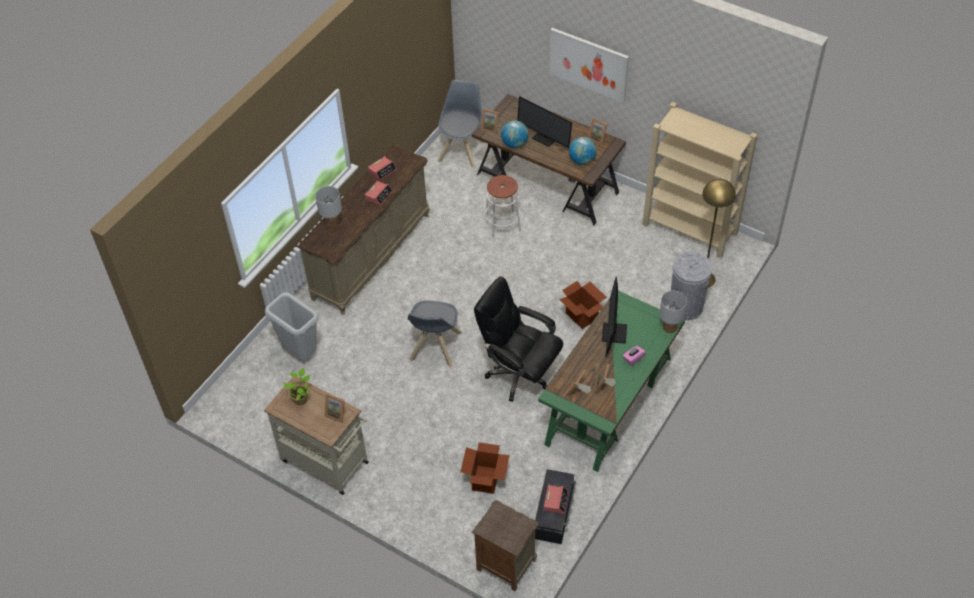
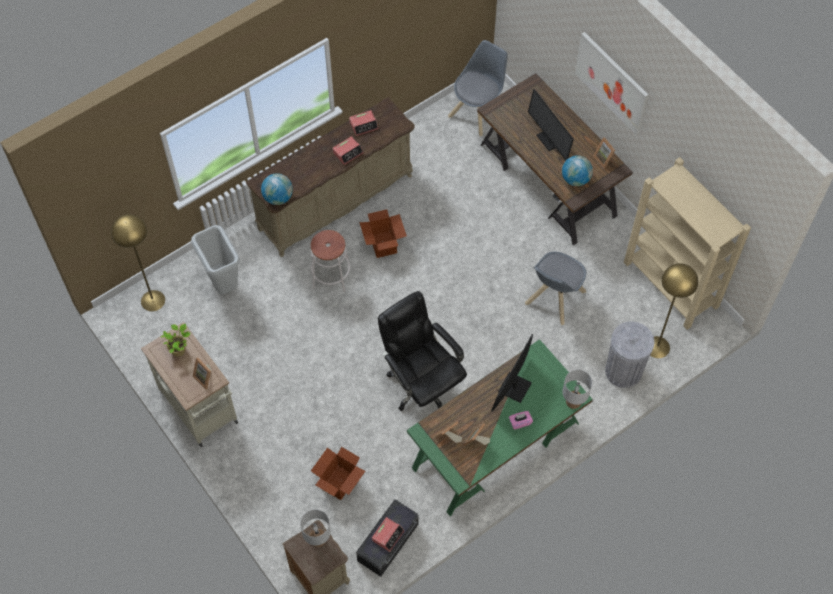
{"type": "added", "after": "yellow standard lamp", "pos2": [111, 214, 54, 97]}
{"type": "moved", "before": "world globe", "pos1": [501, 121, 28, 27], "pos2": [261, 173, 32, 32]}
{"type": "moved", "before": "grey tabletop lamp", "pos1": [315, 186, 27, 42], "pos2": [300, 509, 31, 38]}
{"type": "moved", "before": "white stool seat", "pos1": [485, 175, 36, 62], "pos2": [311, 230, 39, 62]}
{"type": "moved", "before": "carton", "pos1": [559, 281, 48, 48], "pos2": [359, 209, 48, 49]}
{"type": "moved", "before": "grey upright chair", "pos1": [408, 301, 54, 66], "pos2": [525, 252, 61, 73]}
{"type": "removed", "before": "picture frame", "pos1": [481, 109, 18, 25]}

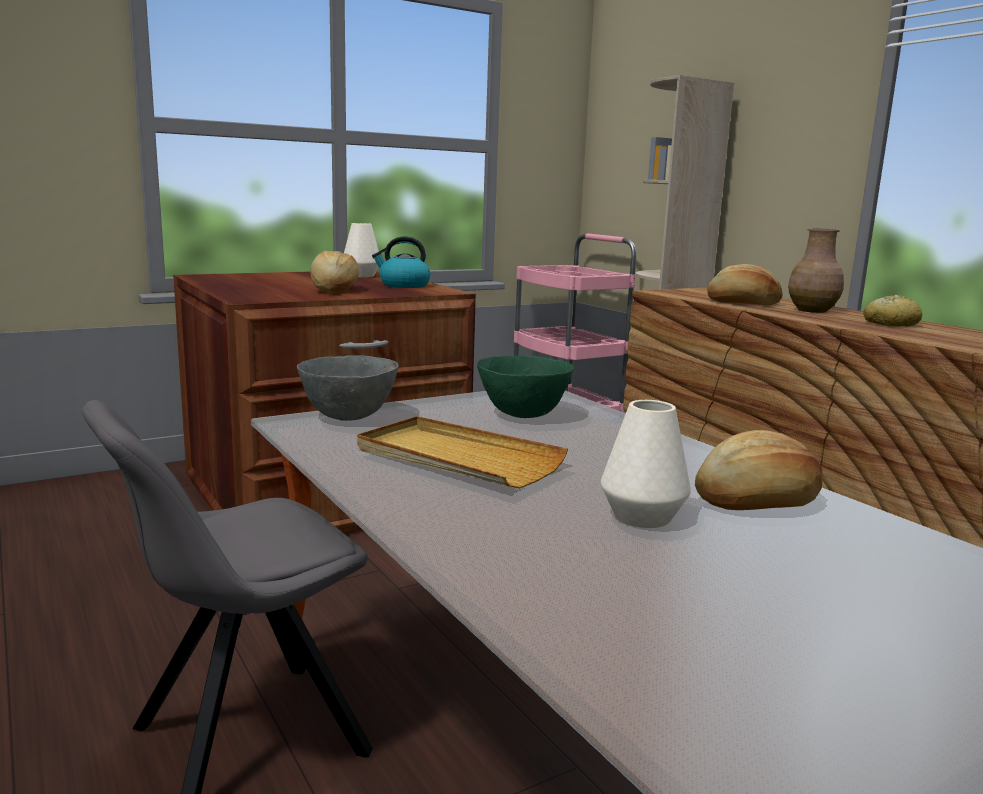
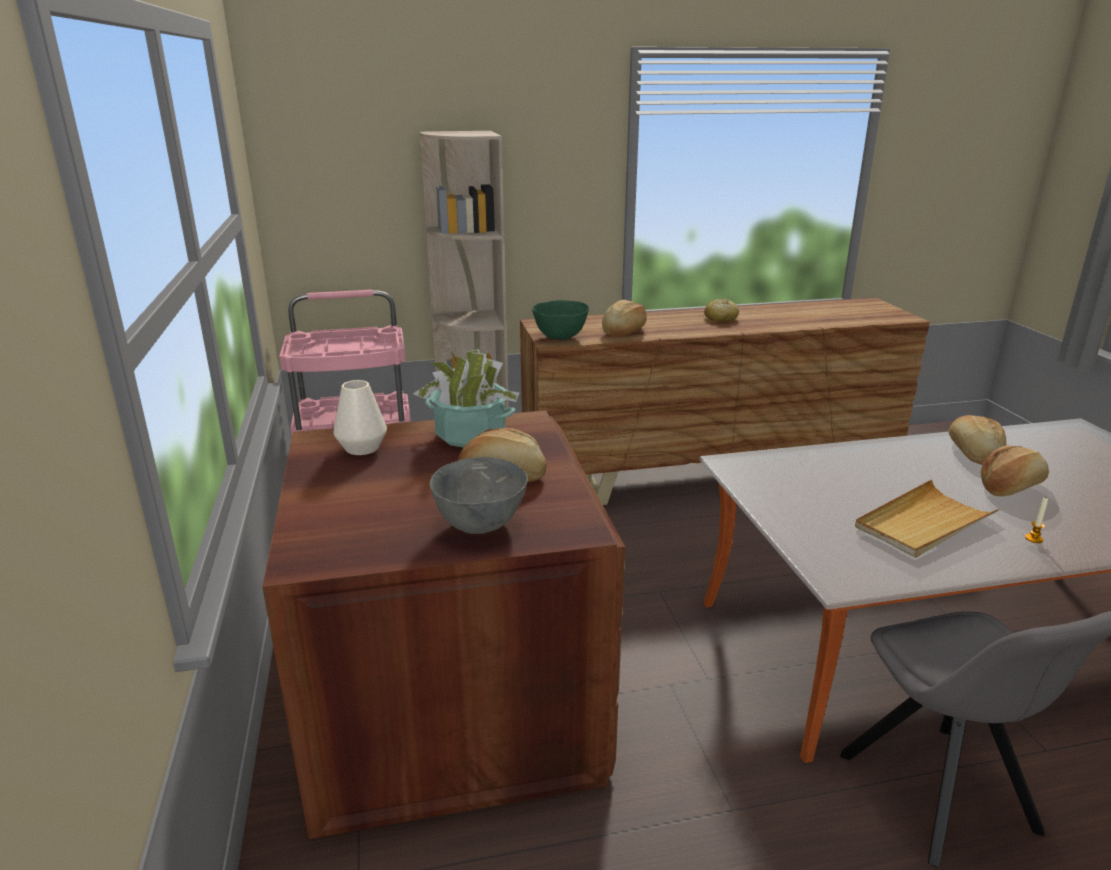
{"type": "replaced", "before": "tea kettle", "after": "plant in a pot", "pos1": [372, 236, 59, 52], "pos2": [413, 349, 107, 98]}
{"type": "moved", "before": "grey deep dish", "pos1": [297, 355, 102, 66], "pos2": [430, 457, 98, 77]}
{"type": "moved", "before": "green deep dish", "pos1": [477, 355, 97, 63], "pos2": [532, 300, 57, 40]}
{"type": "replaced", "before": "white flower vase", "after": "bread", "pos1": [601, 400, 90, 128], "pos2": [981, 446, 68, 50]}
{"type": "added", "after": "candle", "pos2": [1025, 498, 23, 45]}
{"type": "removed", "before": "brownish flower vase", "pos1": [788, 228, 56, 85]}

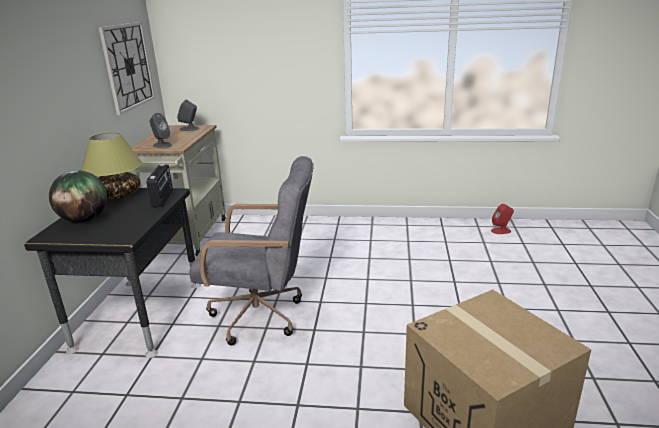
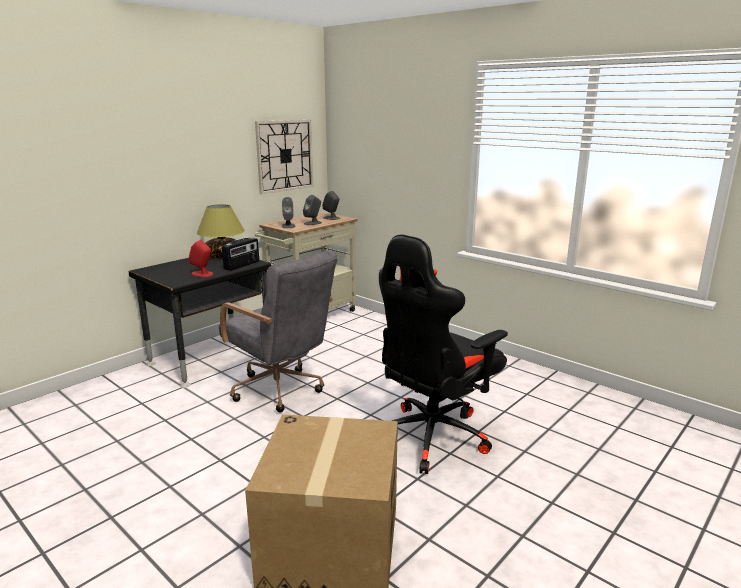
{"type": "moved", "before": "red-coloured loudspeaker", "pos1": [491, 204, 23, 30], "pos2": [188, 240, 26, 37]}
{"type": "added", "after": "grey loudspeaker", "pos2": [303, 195, 19, 30]}
{"type": "added", "after": "blackish desk chair", "pos2": [379, 235, 129, 239]}
{"type": "removed", "before": "world globe", "pos1": [49, 170, 58, 53]}

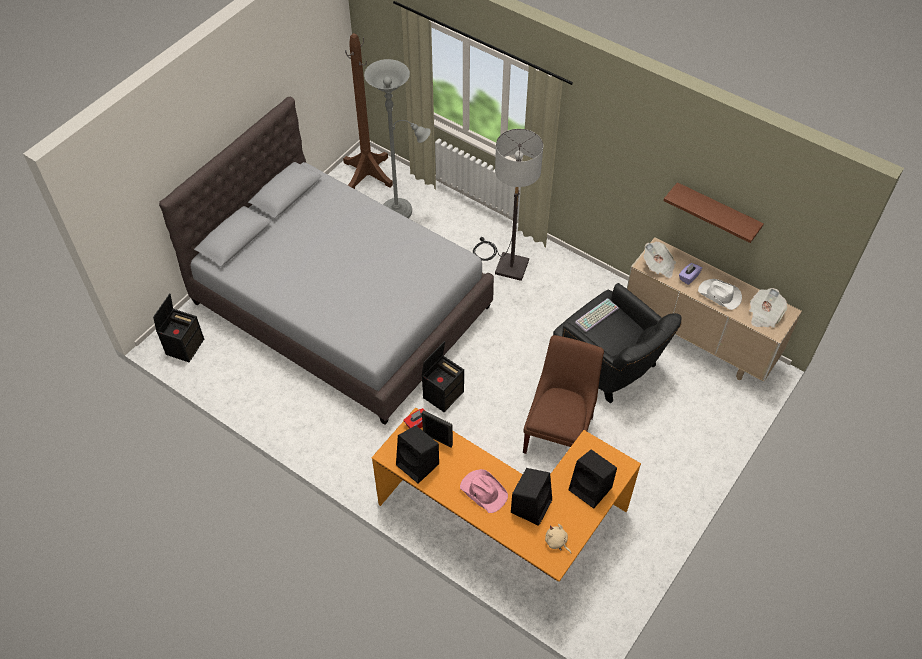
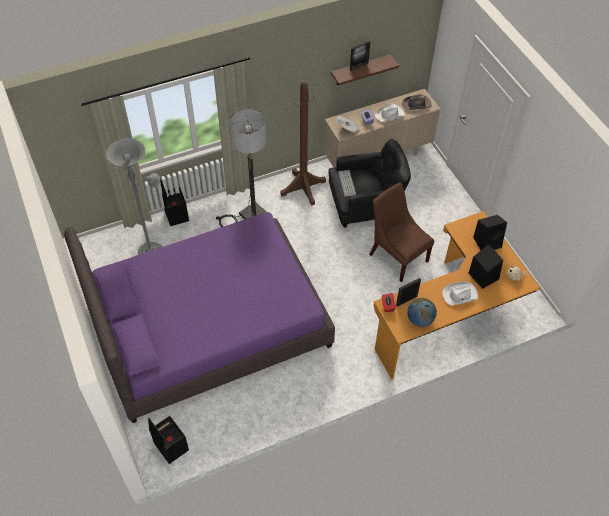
{"type": "recoloured", "before": "grey bed", "after": "purple-coloured bed", "pos1": [159, 97, 335, 328], "pos2": [64, 212, 271, 211]}
{"type": "moved", "before": "blackish storage box", "pos1": [422, 341, 42, 71], "pos2": [160, 178, 29, 48]}
{"type": "moved", "before": "brownish garment rack", "pos1": [343, 33, 50, 156], "pos2": [280, 82, 46, 124]}
{"type": "added", "after": "picture frame", "pos2": [350, 41, 20, 30]}
{"type": "replaced", "before": "newspaper", "after": "brownish clothing hat", "pos1": [749, 288, 38, 40], "pos2": [402, 94, 29, 16]}
{"type": "replaced", "before": "blackish loudspeaker", "after": "world globe", "pos1": [396, 425, 43, 59], "pos2": [407, 298, 30, 29]}
{"type": "recoloured", "before": "pink-coloured clothing hat", "after": "white clothing hat", "pos1": [460, 469, 48, 44], "pos2": [442, 282, 36, 23]}

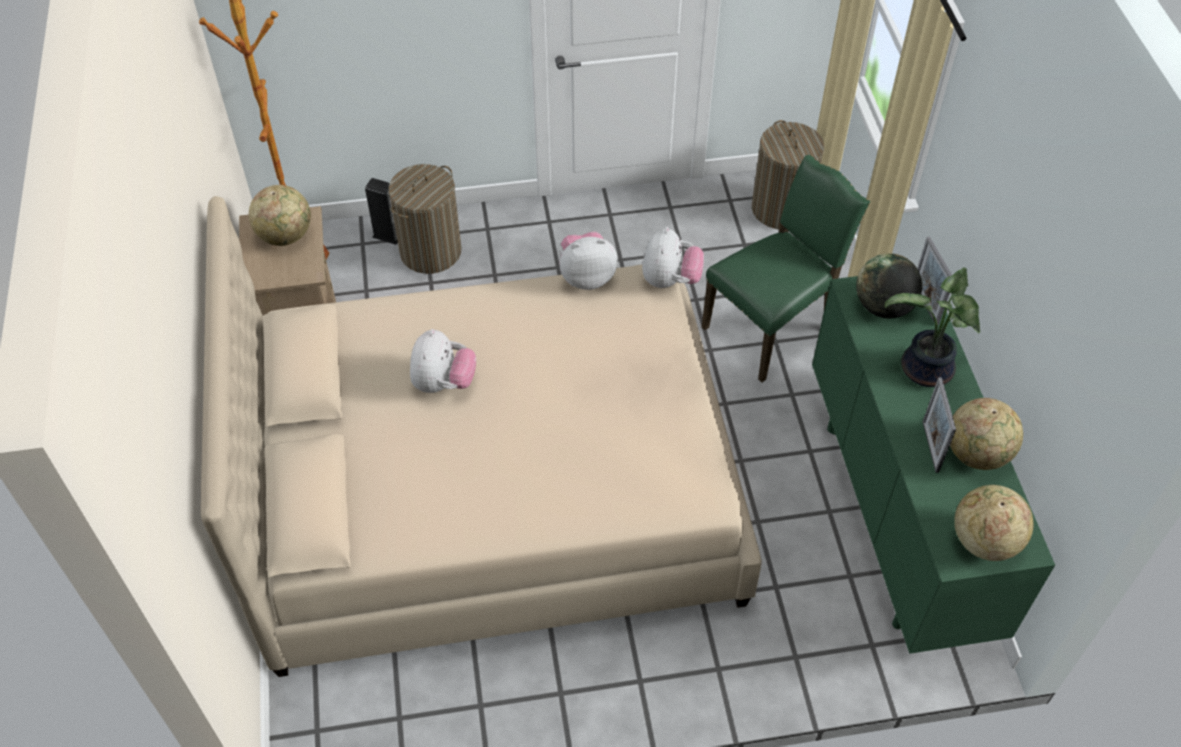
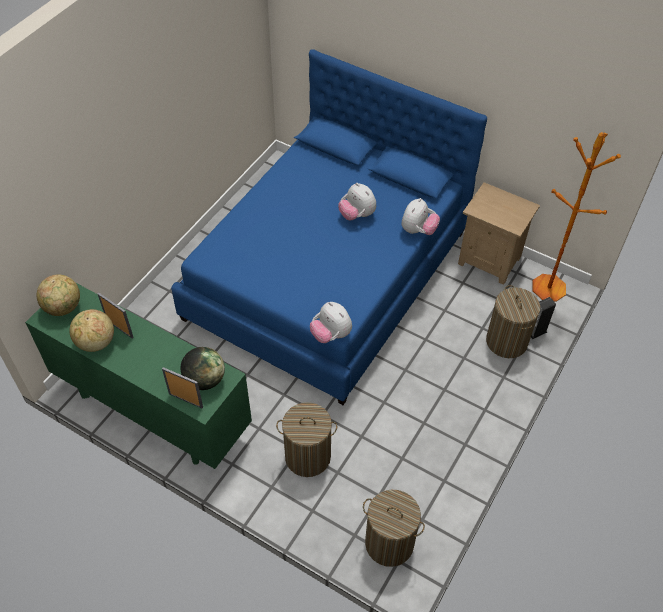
{"type": "recoloured", "before": "beige-coloured bed", "after": "bluish bed", "pos1": [201, 196, 561, 481], "pos2": [171, 49, 316, 356]}
{"type": "replaced", "before": "green upright chair", "after": "washing basket", "pos1": [702, 155, 168, 228], "pos2": [276, 402, 61, 75]}
{"type": "moved", "before": "cuddly toy", "pos1": [559, 231, 59, 59], "pos2": [401, 198, 39, 37]}
{"type": "removed", "before": "world globe", "pos1": [249, 185, 62, 61]}
{"type": "removed", "before": "plant in a pot", "pos1": [885, 267, 95, 120]}

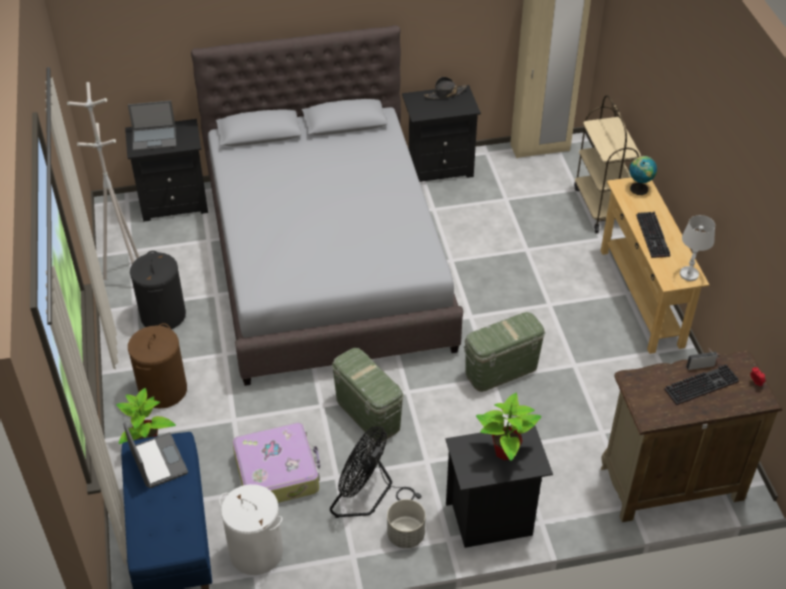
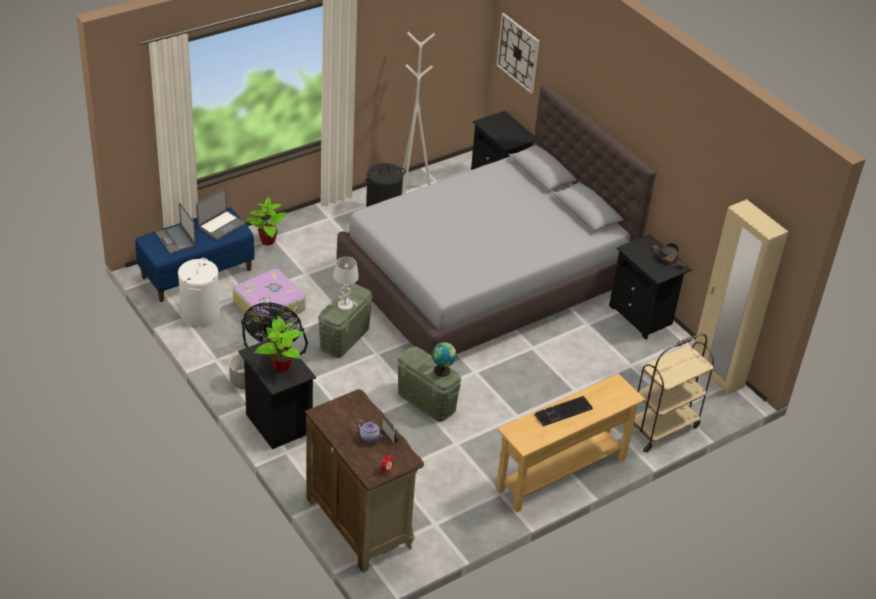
{"type": "moved", "before": "portable computer", "pos1": [128, 101, 48, 50], "pos2": [155, 202, 41, 52]}
{"type": "moved", "before": "white tabletop lamp", "pos1": [680, 215, 35, 66], "pos2": [333, 256, 26, 55]}
{"type": "replaced", "before": "PC keyboard", "after": "tea pot", "pos1": [664, 364, 75, 41], "pos2": [358, 420, 25, 23]}
{"type": "moved", "before": "world globe", "pos1": [629, 156, 28, 39], "pos2": [432, 342, 25, 35]}
{"type": "added", "after": "wall clock", "pos2": [496, 13, 44, 81]}
{"type": "removed", "before": "brownish washing basket", "pos1": [128, 323, 59, 85]}

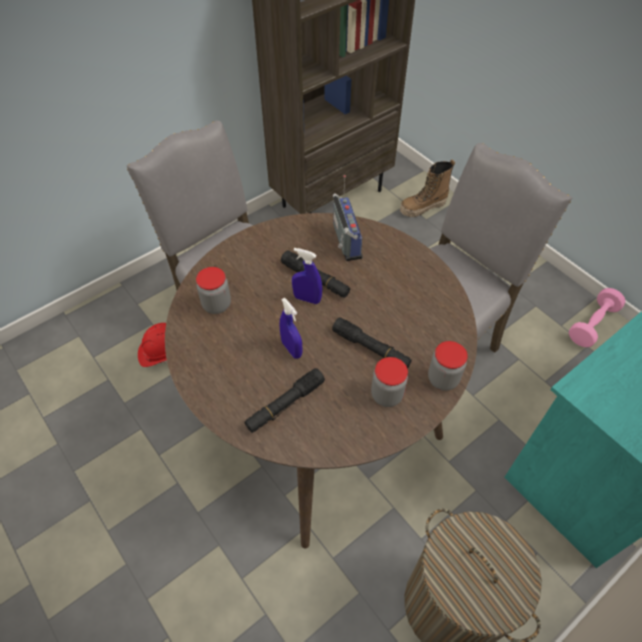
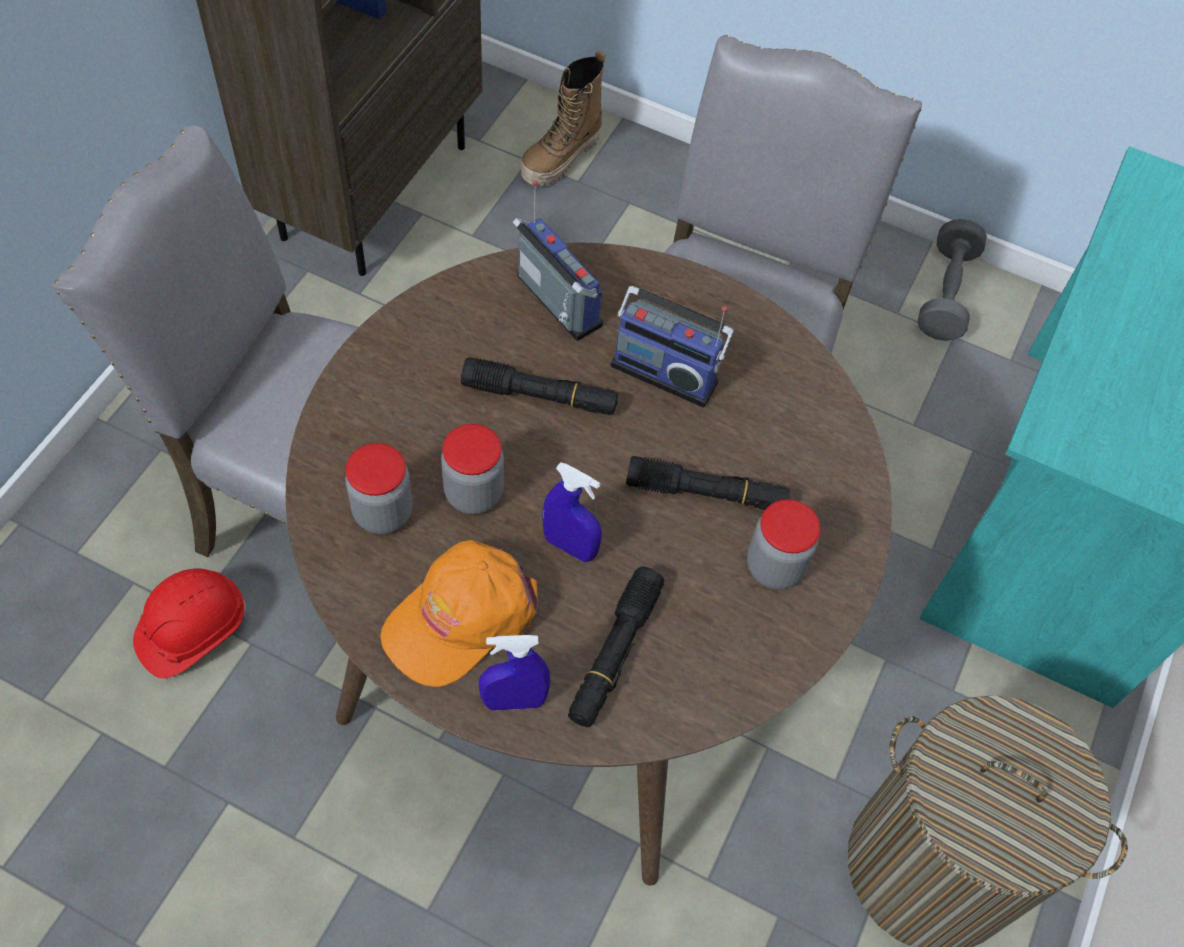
{"type": "added", "after": "orange cap", "pos2": [380, 540, 158, 147]}
{"type": "moved", "before": "jar", "pos1": [428, 341, 40, 50], "pos2": [441, 424, 63, 90]}
{"type": "moved", "before": "bluish spray bottle", "pos1": [292, 248, 30, 56], "pos2": [478, 635, 72, 76]}
{"type": "added", "after": "radio receiver", "pos2": [611, 286, 123, 122]}
{"type": "recoloured", "before": "pink-coloured dumbbell", "after": "grey dumbbell", "pos1": [569, 288, 57, 59], "pos2": [918, 219, 69, 122]}

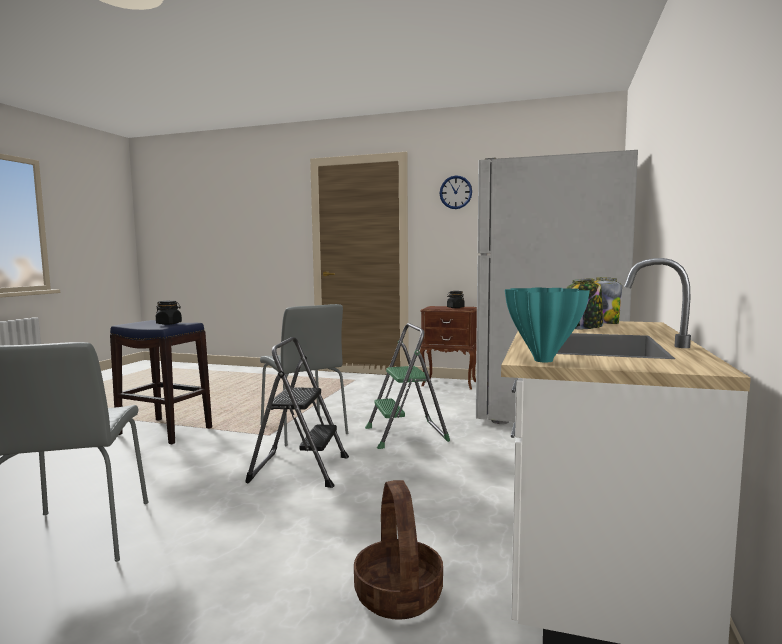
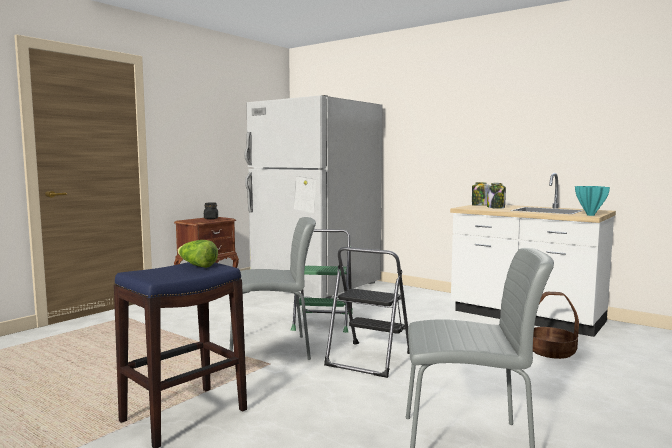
{"type": "replaced", "before": "blackish jar", "after": "lettuce head", "pos1": [156, 300, 26, 25], "pos2": [177, 240, 41, 28]}
{"type": "removed", "before": "wall clock", "pos1": [440, 175, 32, 34]}

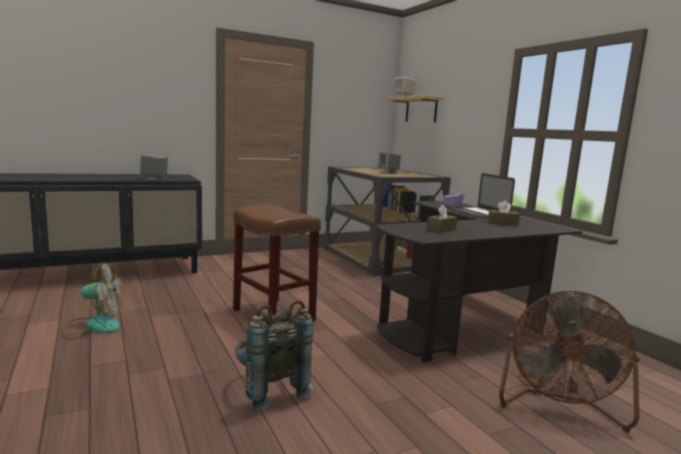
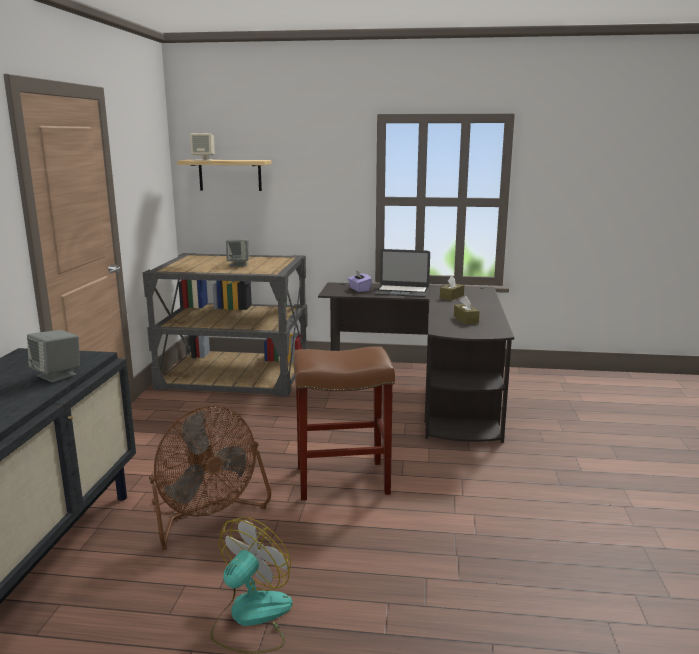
{"type": "moved", "before": "brownish fan", "pos1": [499, 291, 140, 142], "pos2": [149, 406, 122, 144]}
{"type": "removed", "before": "grey backpack", "pos1": [235, 300, 78, 111]}

